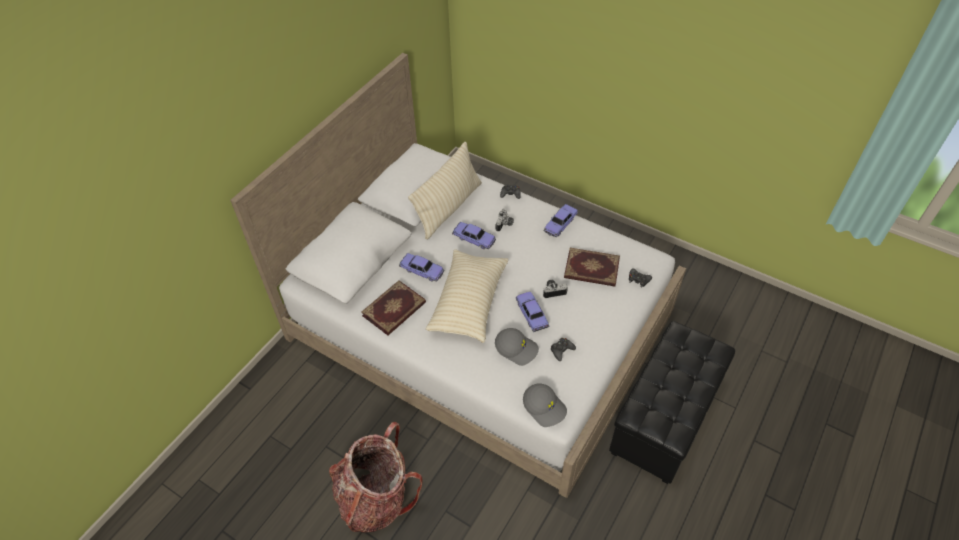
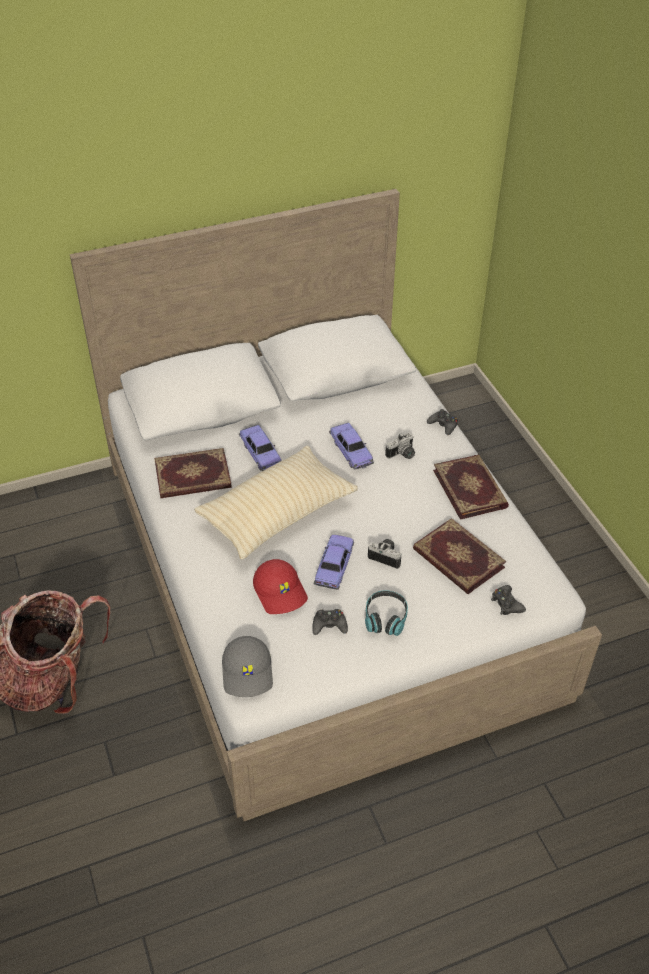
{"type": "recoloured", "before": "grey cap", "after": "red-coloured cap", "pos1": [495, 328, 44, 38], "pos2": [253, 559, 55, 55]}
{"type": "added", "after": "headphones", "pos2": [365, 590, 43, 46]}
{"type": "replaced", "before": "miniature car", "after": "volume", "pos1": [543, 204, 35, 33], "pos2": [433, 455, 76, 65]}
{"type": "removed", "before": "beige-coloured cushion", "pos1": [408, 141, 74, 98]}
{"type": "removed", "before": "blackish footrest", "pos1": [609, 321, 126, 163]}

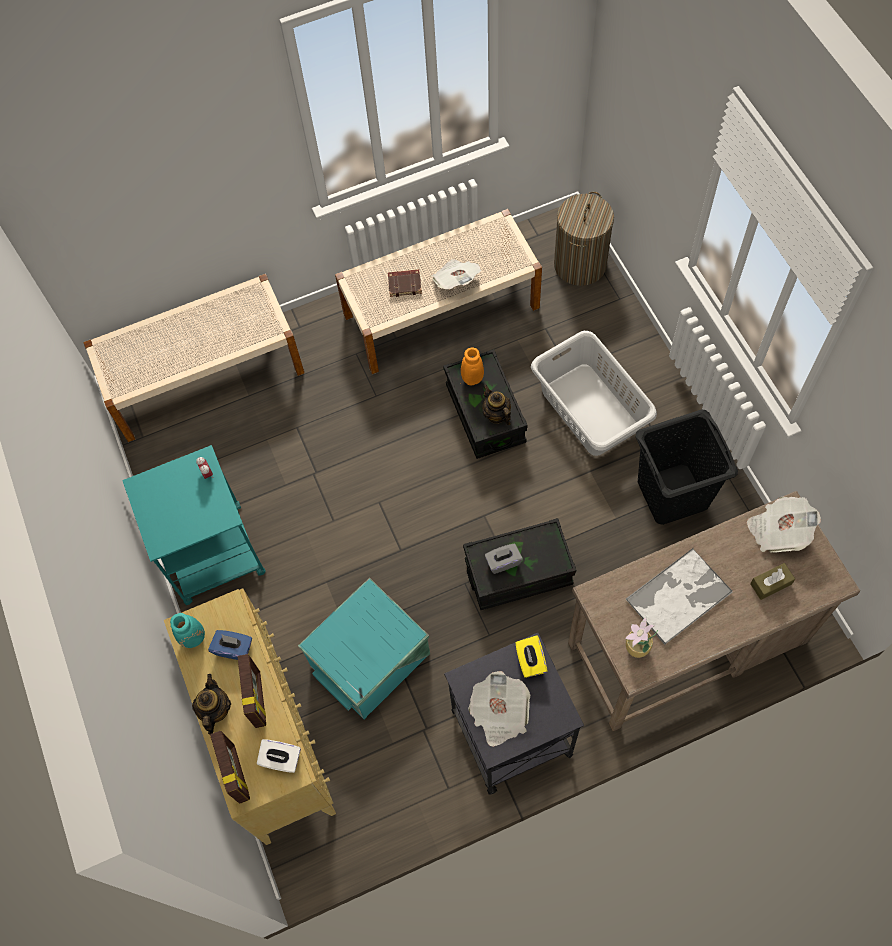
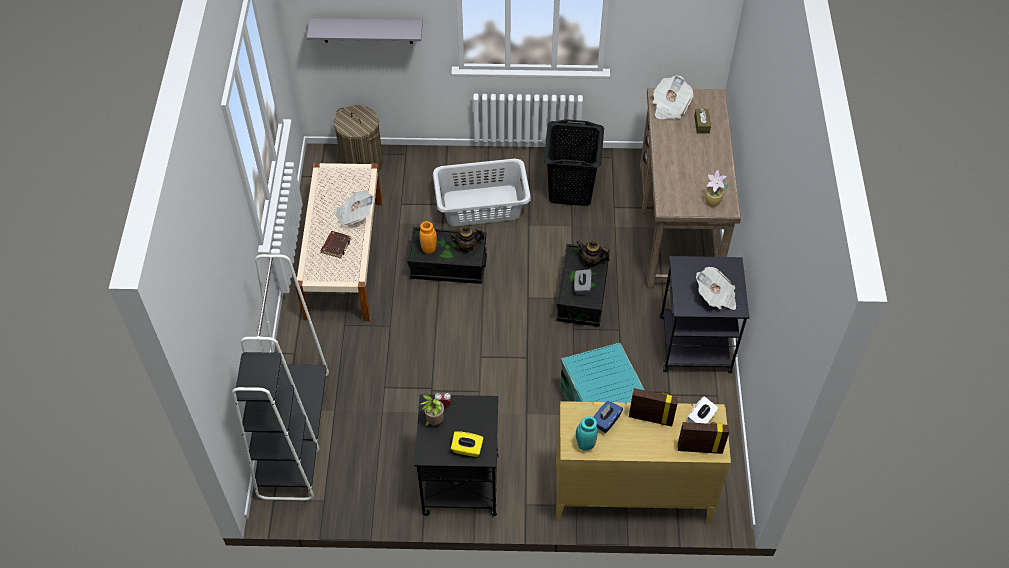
{"type": "replaced", "before": "beige-coloured long seat", "after": "blackish garment rack", "pos1": [83, 274, 222, 168], "pos2": [232, 254, 97, 246]}
{"type": "added", "after": "grey bracket shelf", "pos2": [306, 18, 117, 26]}
{"type": "recoloured", "before": "turquoise trolley", "after": "blackish trolley", "pos1": [122, 445, 144, 160], "pos2": [415, 395, 83, 121]}
{"type": "added", "after": "plant in a pot", "pos2": [420, 395, 24, 31]}
{"type": "moved", "before": "yellow tissue holder", "pos1": [516, 635, 31, 43], "pos2": [451, 431, 33, 26]}
{"type": "moved", "before": "tea pot", "pos1": [192, 674, 39, 61], "pos2": [576, 240, 34, 28]}
{"type": "removed", "before": "serving tray", "pos1": [626, 547, 107, 98]}

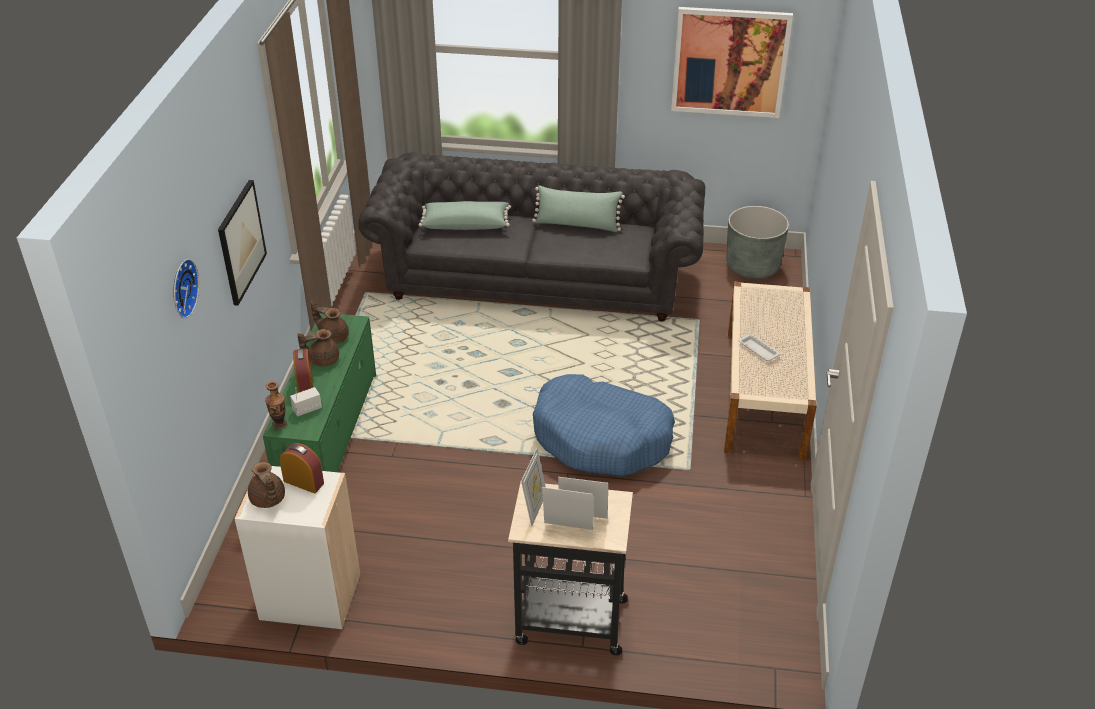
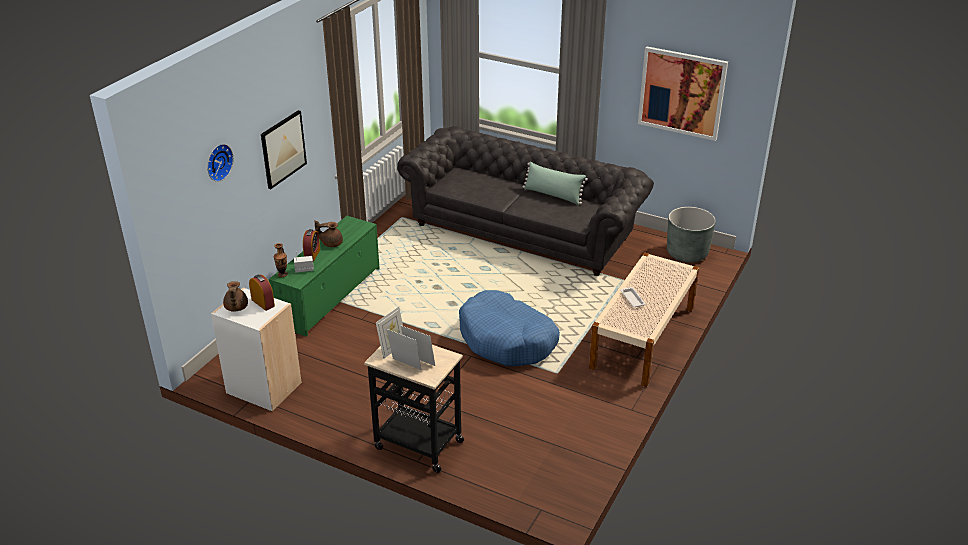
{"type": "removed", "before": "brownish tea pot", "pos1": [311, 300, 38, 44]}
{"type": "removed", "before": "green cushion", "pos1": [419, 201, 92, 29]}

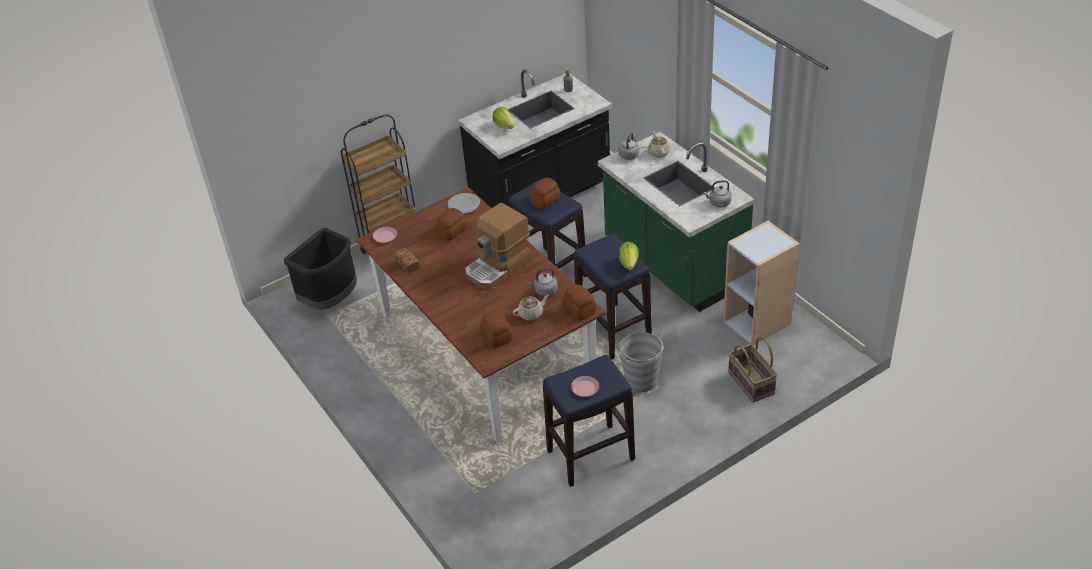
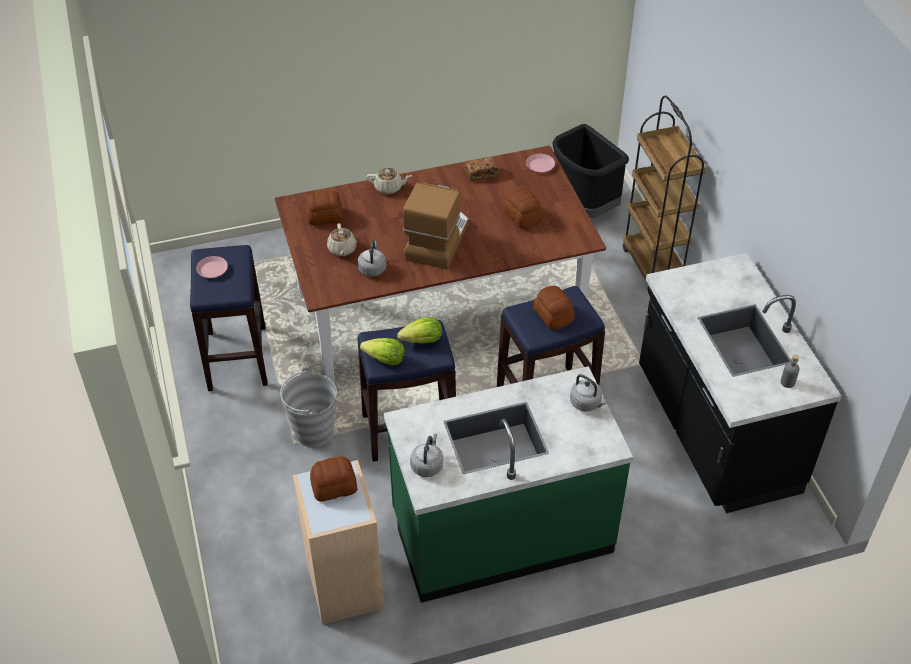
{"type": "moved", "before": "bread", "pos1": [562, 285, 35, 35], "pos2": [310, 456, 47, 46]}
{"type": "moved", "before": "beige-coloured tea pot", "pos1": [648, 131, 22, 27], "pos2": [367, 168, 45, 26]}
{"type": "moved", "before": "lettuce head", "pos1": [493, 107, 21, 22], "pos2": [397, 317, 45, 27]}
{"type": "turned", "before": "coffee machine", "pos1": [465, 203, 66, 86], "pos2": [403, 183, 65, 86], "turn": 45}
{"type": "removed", "before": "flat dish", "pos1": [447, 193, 33, 21]}
{"type": "removed", "before": "household basket", "pos1": [728, 336, 50, 67]}

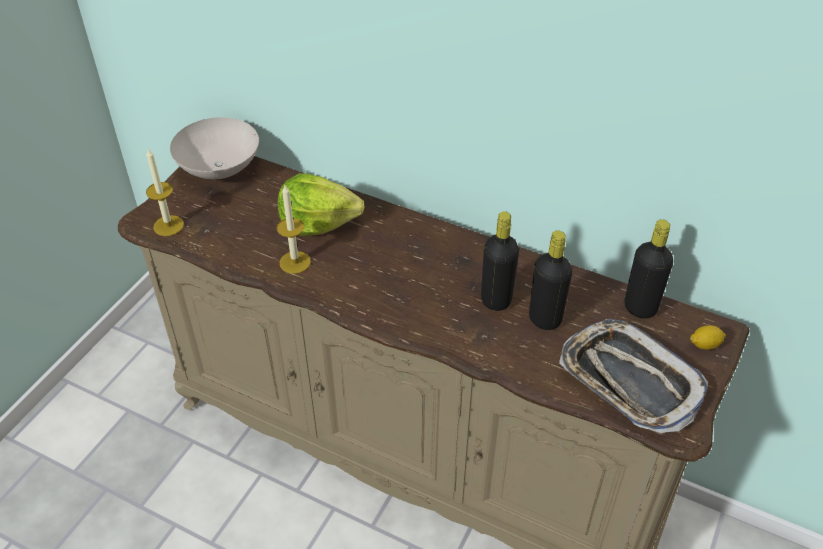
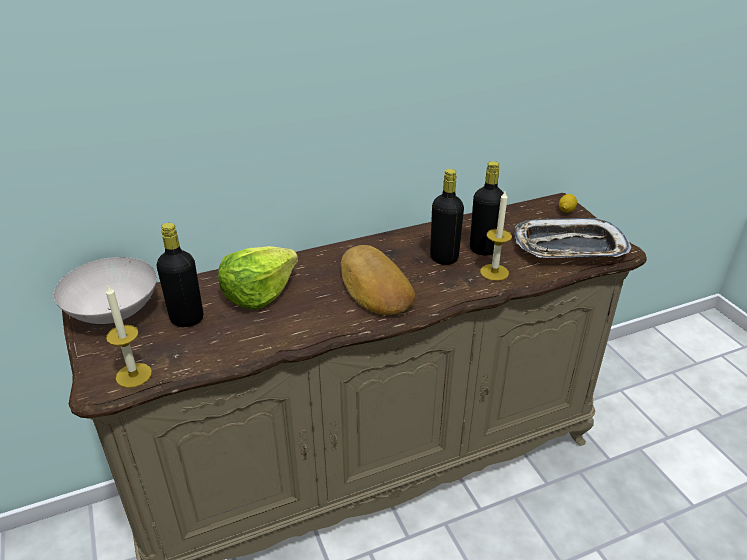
{"type": "moved", "before": "blackish drink bottle", "pos1": [625, 219, 48, 100], "pos2": [157, 223, 46, 104]}
{"type": "added", "after": "bread", "pos2": [341, 245, 74, 70]}
{"type": "moved", "before": "candle", "pos1": [277, 185, 34, 89], "pos2": [480, 191, 32, 90]}

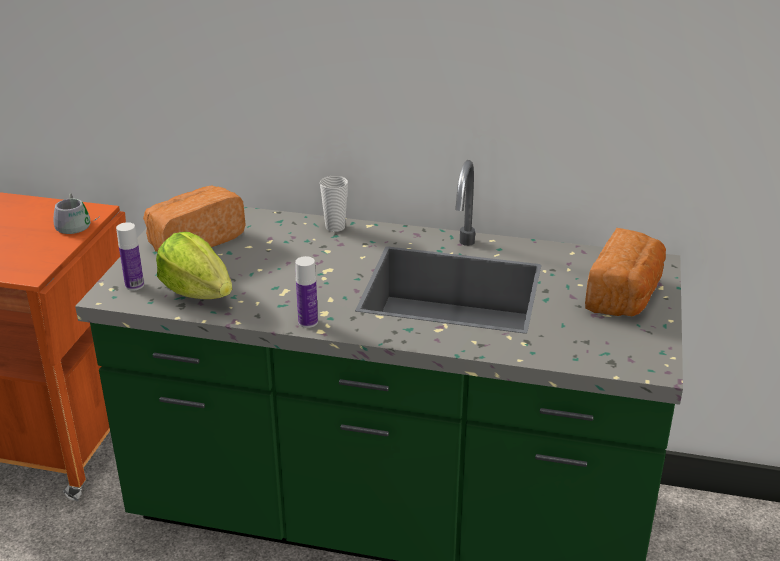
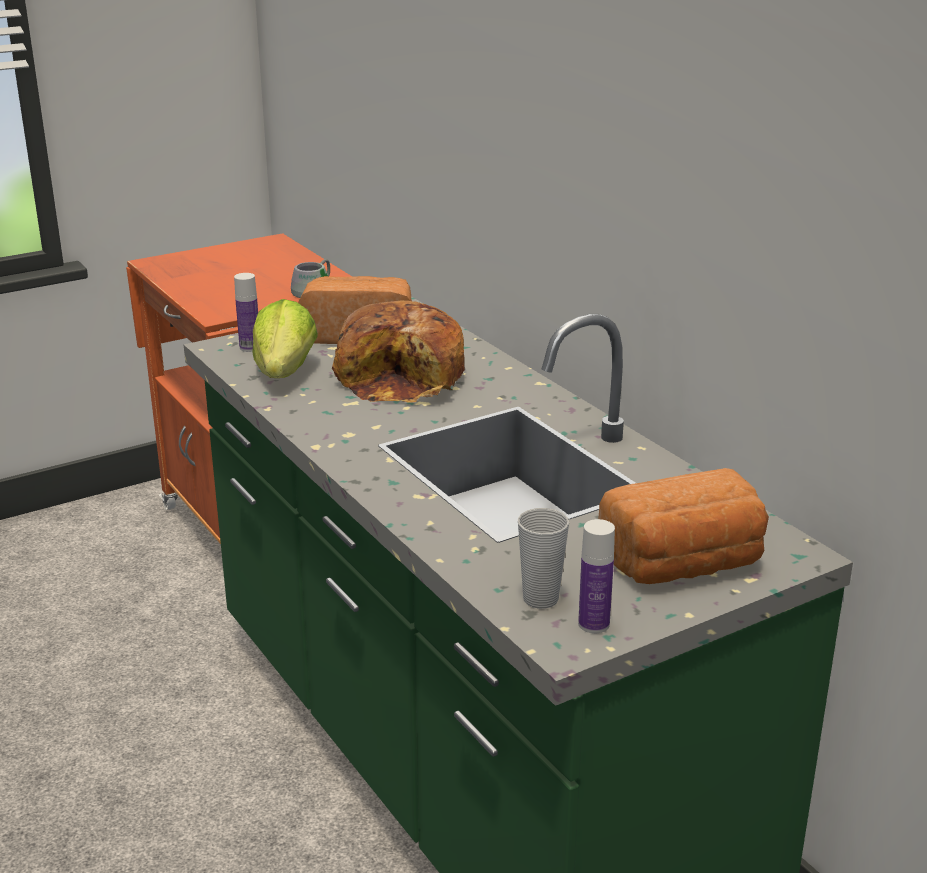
{"type": "added", "after": "bread", "pos2": [332, 301, 133, 102]}
{"type": "moved", "before": "cup", "pos1": [320, 176, 28, 56], "pos2": [518, 508, 51, 101]}
{"type": "moved", "before": "drink bottle", "pos1": [295, 256, 23, 72], "pos2": [578, 519, 37, 114]}

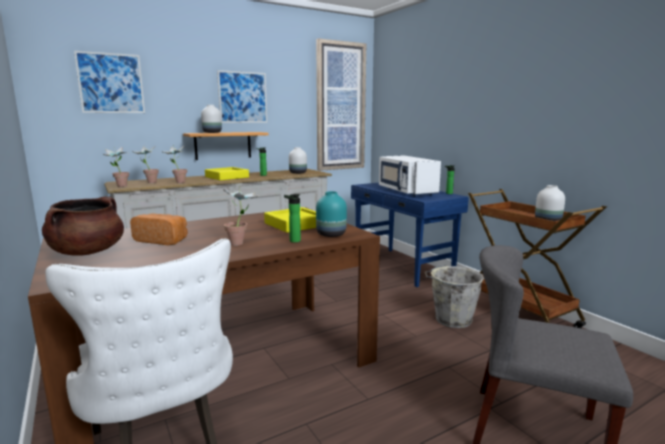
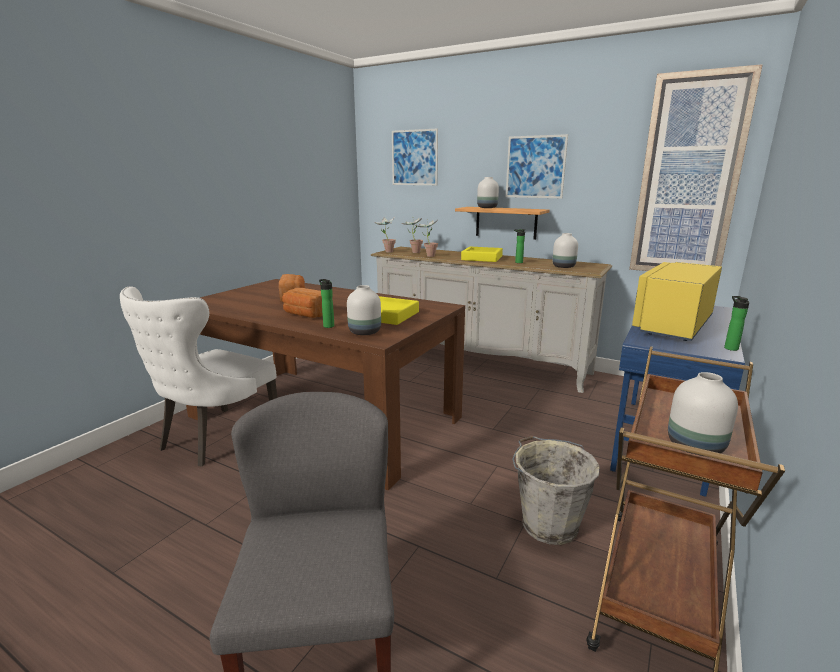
{"type": "replaced", "before": "plant in a pot", "after": "bread", "pos1": [223, 186, 36, 60], "pos2": [282, 288, 41, 30]}
{"type": "recoloured", "before": "turquoise flower vase", "after": "white flower vase", "pos1": [316, 191, 31, 46], "pos2": [347, 285, 34, 50]}
{"type": "recoloured", "before": "white kitchen microwave", "after": "yellow kitchen microwave", "pos1": [379, 156, 62, 41], "pos2": [632, 262, 90, 79]}
{"type": "removed", "before": "brownish saucepot", "pos1": [42, 196, 82, 60]}

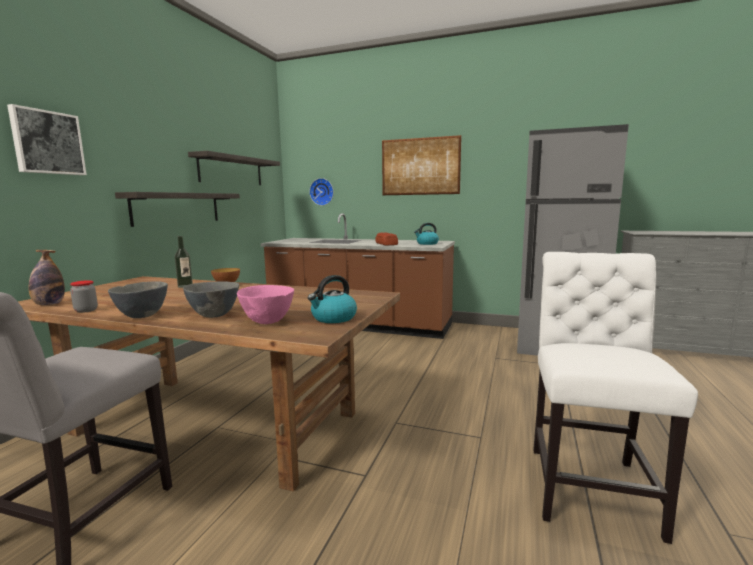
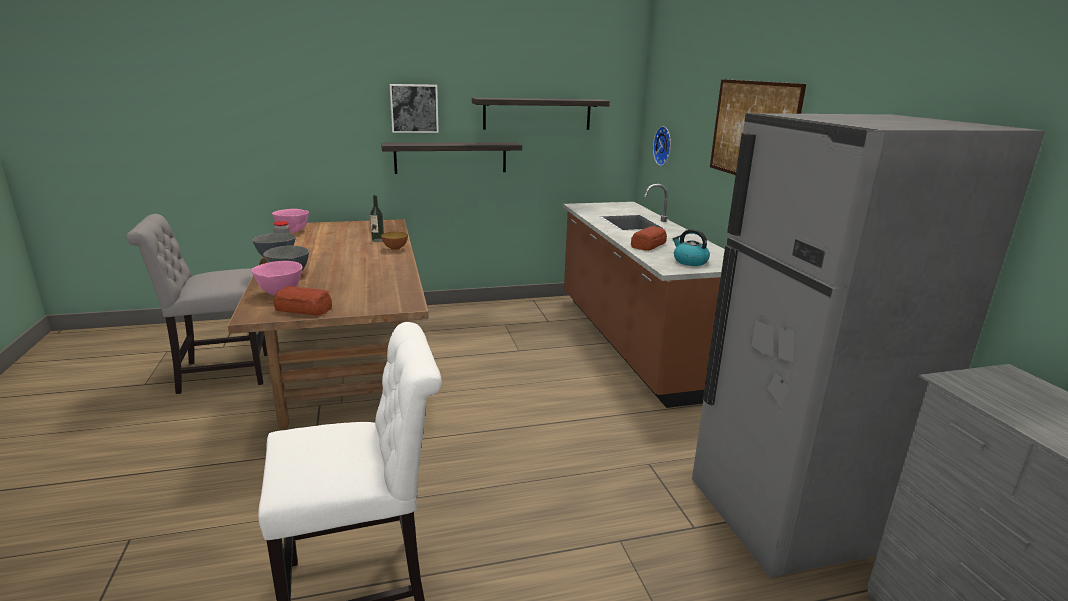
{"type": "replaced", "before": "drink bottle", "after": "pink-coloured deep dish", "pos1": [29, 250, 36, 55], "pos2": [272, 209, 37, 24]}
{"type": "replaced", "before": "tea kettle", "after": "bread", "pos1": [308, 275, 49, 48], "pos2": [273, 286, 59, 29]}
{"type": "moved", "before": "wall picture", "pos1": [7, 104, 80, 71], "pos2": [389, 84, 50, 49]}

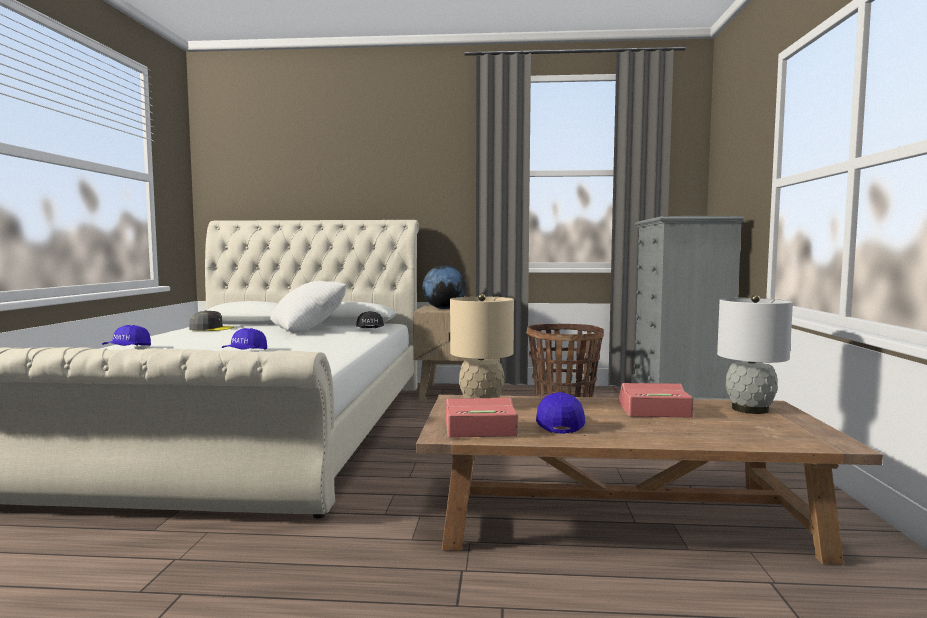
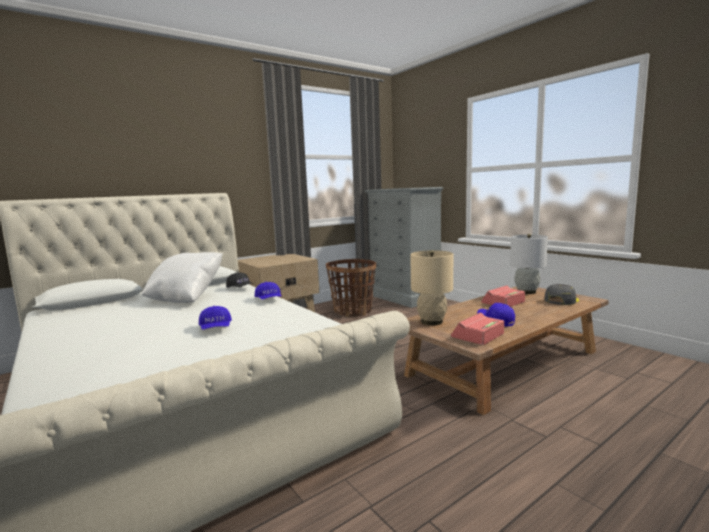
{"type": "moved", "before": "bluish cap", "pos1": [102, 325, 49, 21], "pos2": [255, 282, 27, 17]}
{"type": "moved", "before": "grey cap", "pos1": [189, 310, 45, 21], "pos2": [545, 284, 34, 21]}
{"type": "removed", "before": "world globe", "pos1": [422, 265, 44, 44]}

